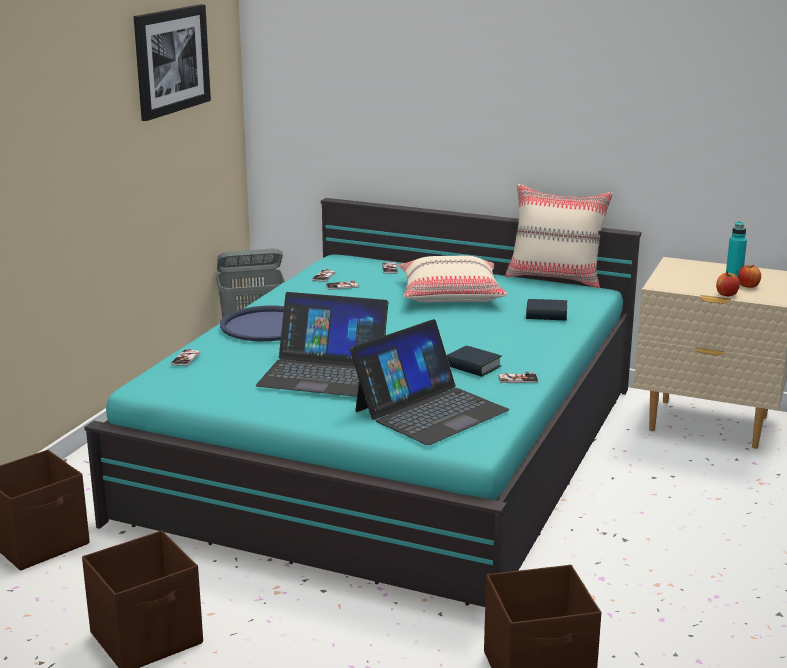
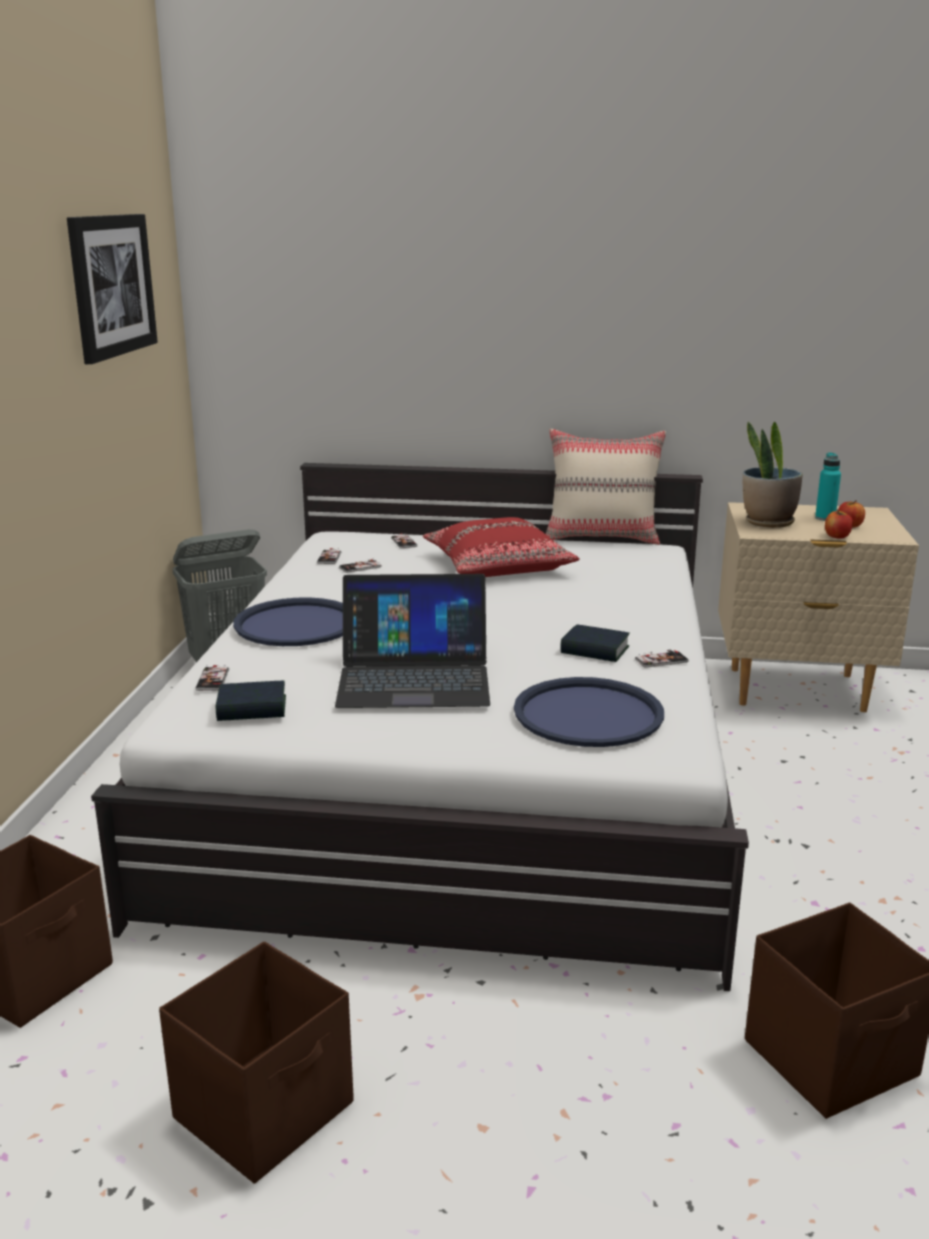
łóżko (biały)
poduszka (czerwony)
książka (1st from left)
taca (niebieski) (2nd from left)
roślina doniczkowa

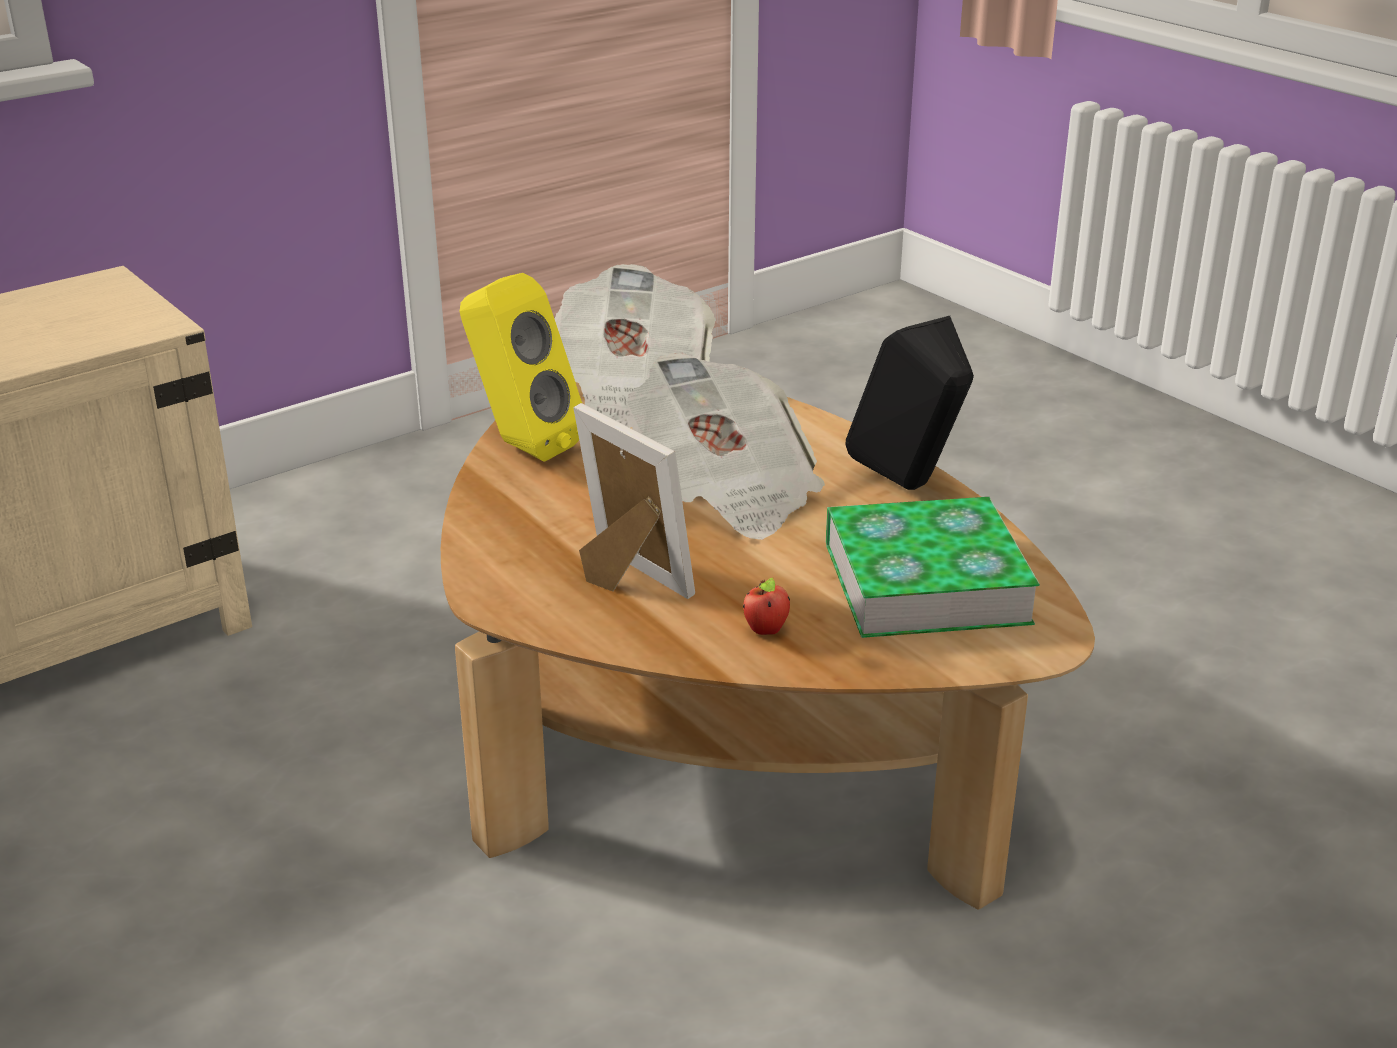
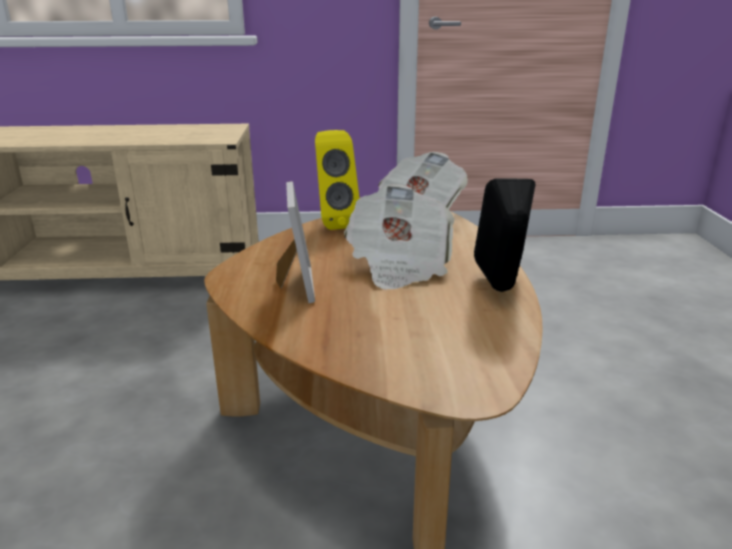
książka
jabłko

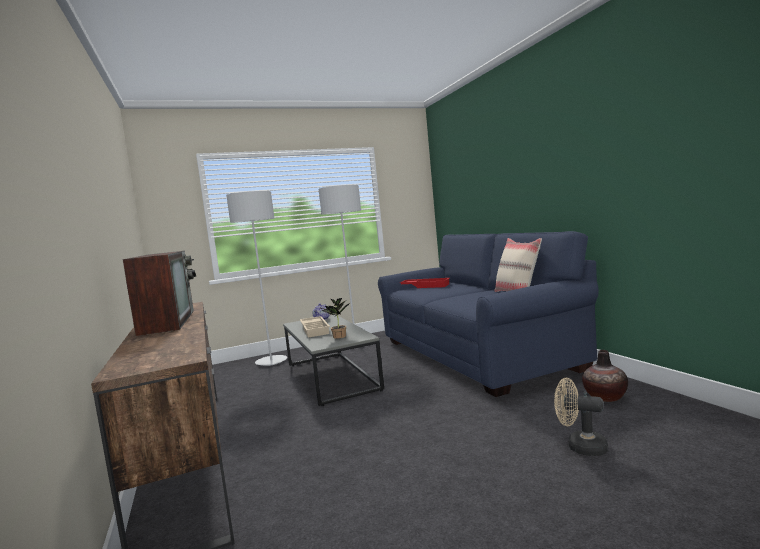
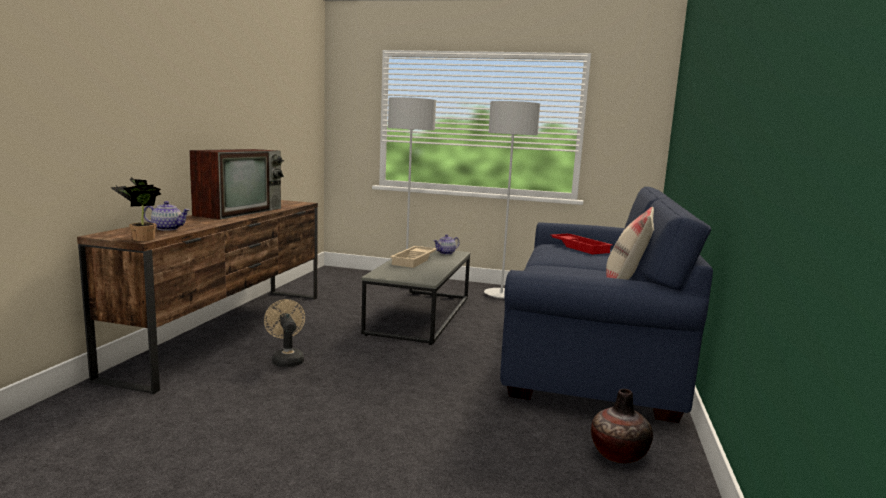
roślina doniczkowa
wentylator (beżowy)
imbryk (1st from left)

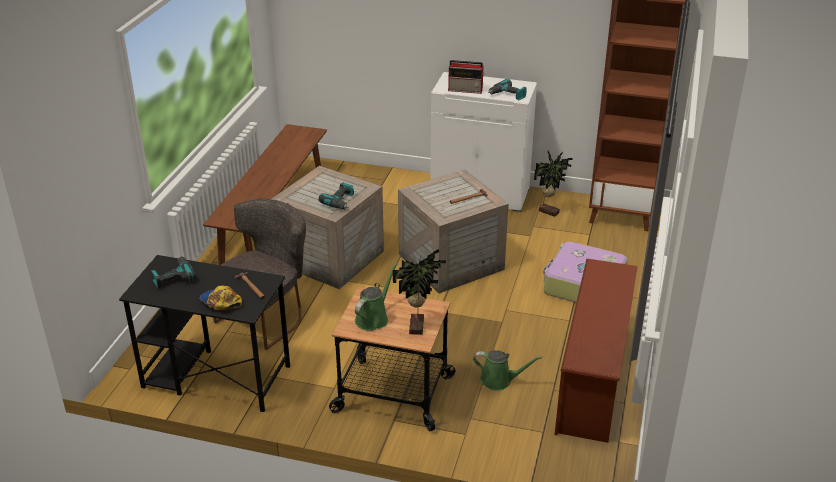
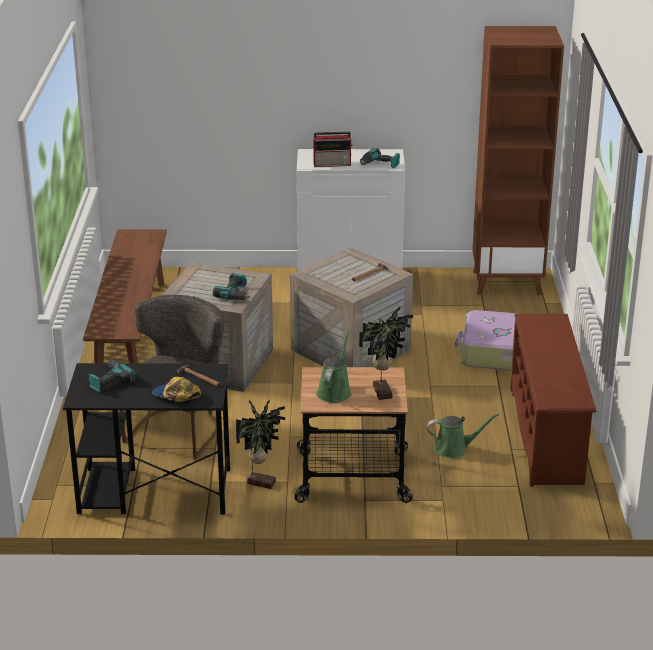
roślina doniczkowa (1st from left)

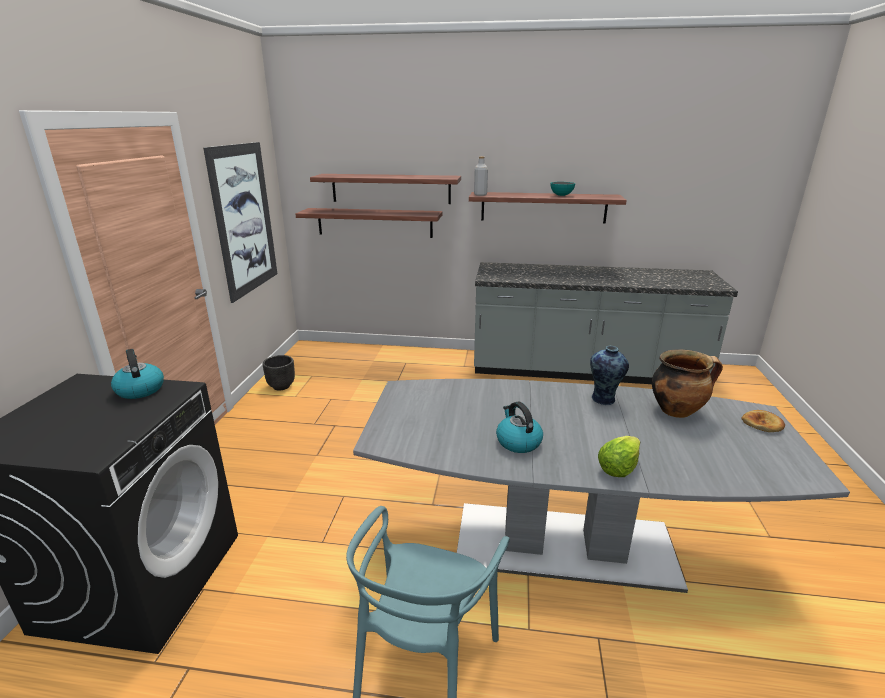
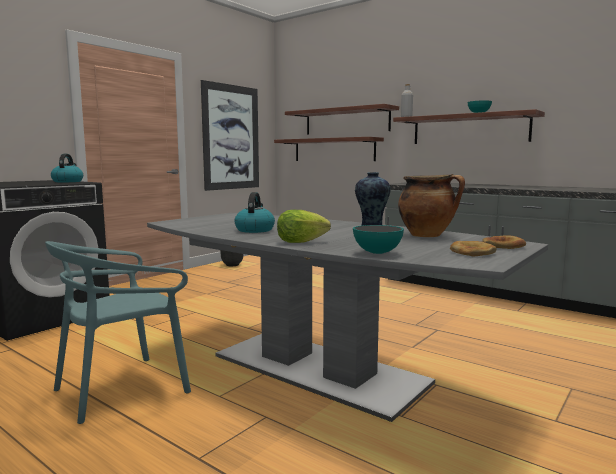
miska (1st from left)
chleb (1st from left)

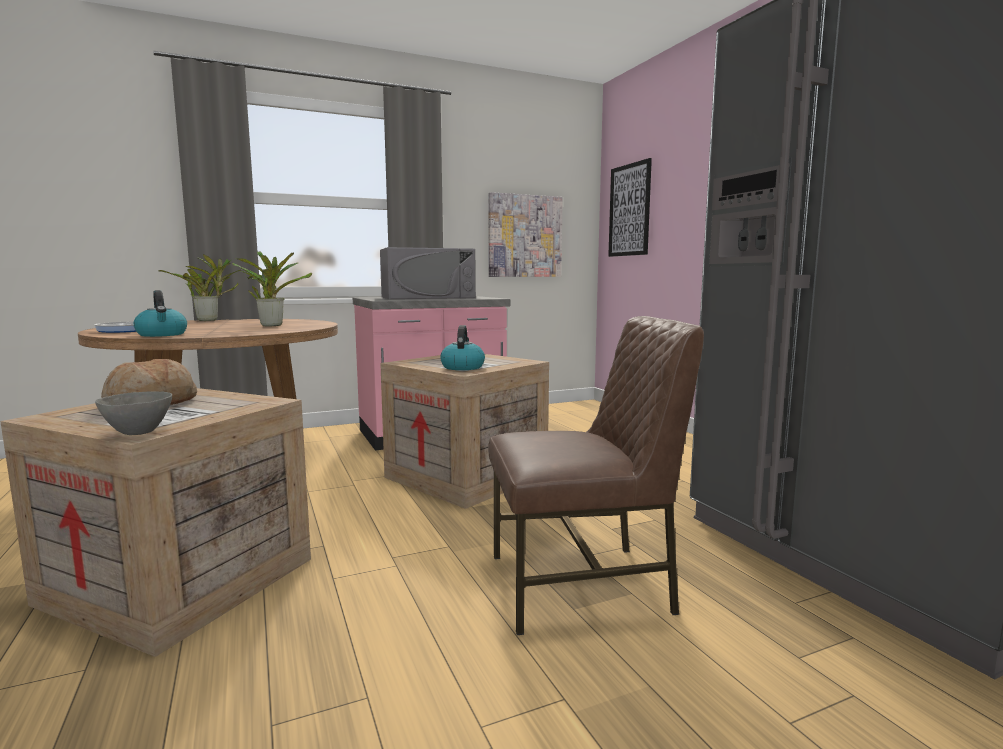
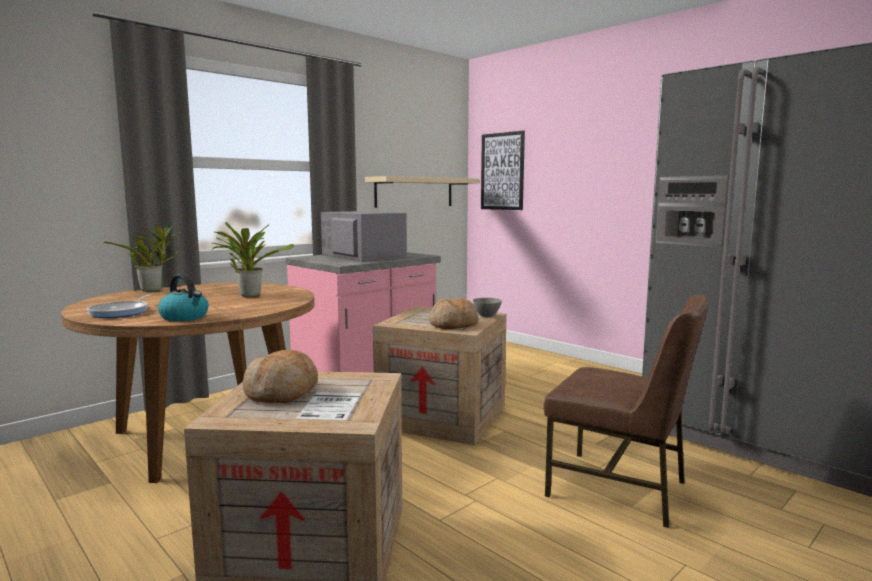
półka (beżowy)
mikrofalówka (szary)
krzesło (brązowy)
chleb (2nd from left)
miska (szary)

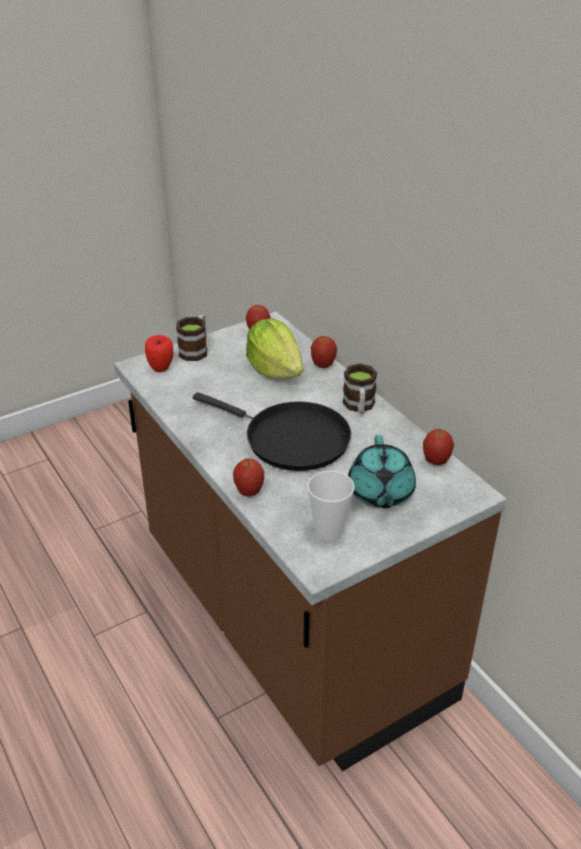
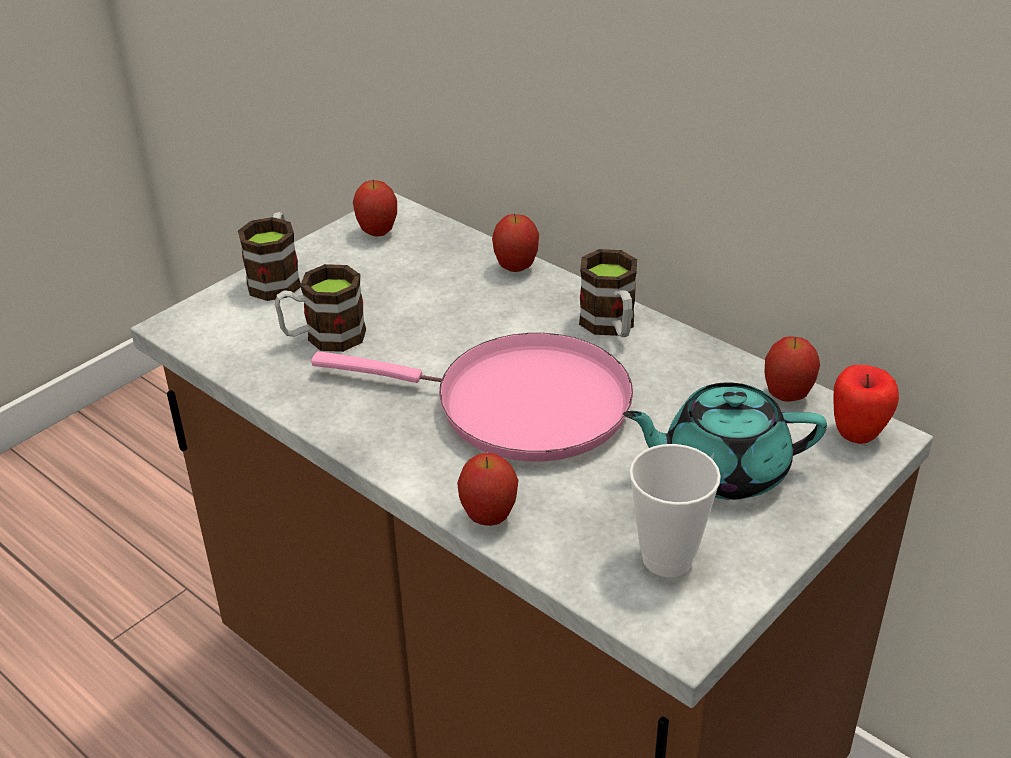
sałata
jabłko (5th from left)
patelnia (różowy)
imbryk (turkusowy)
kubek (2nd from left)

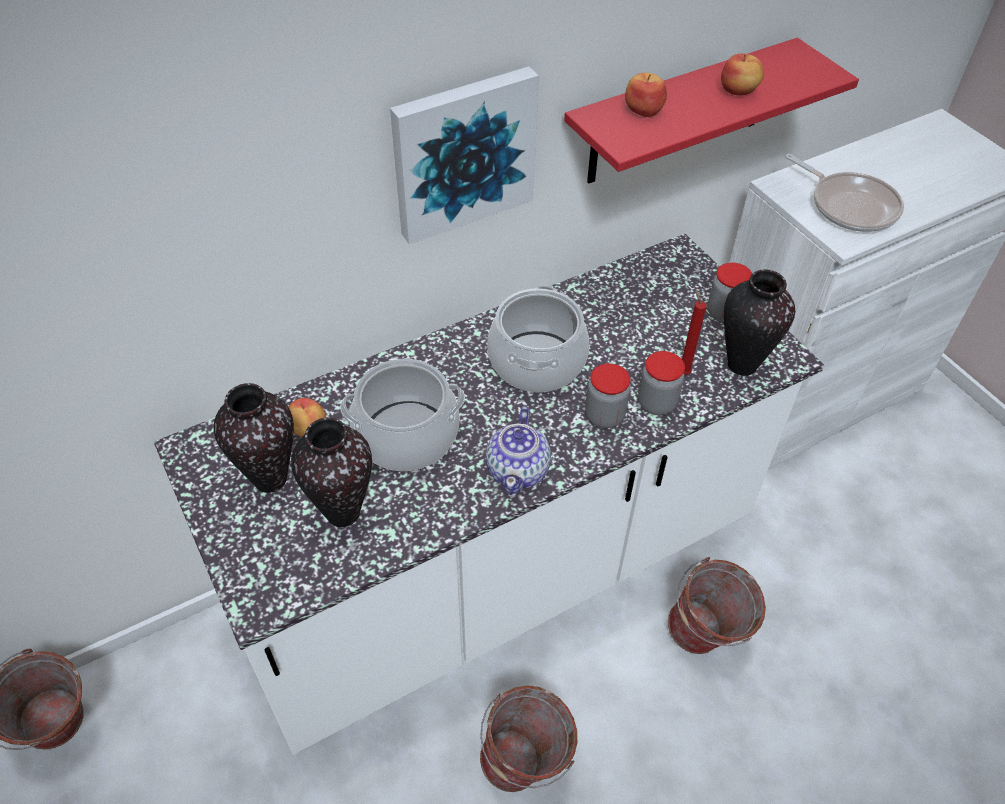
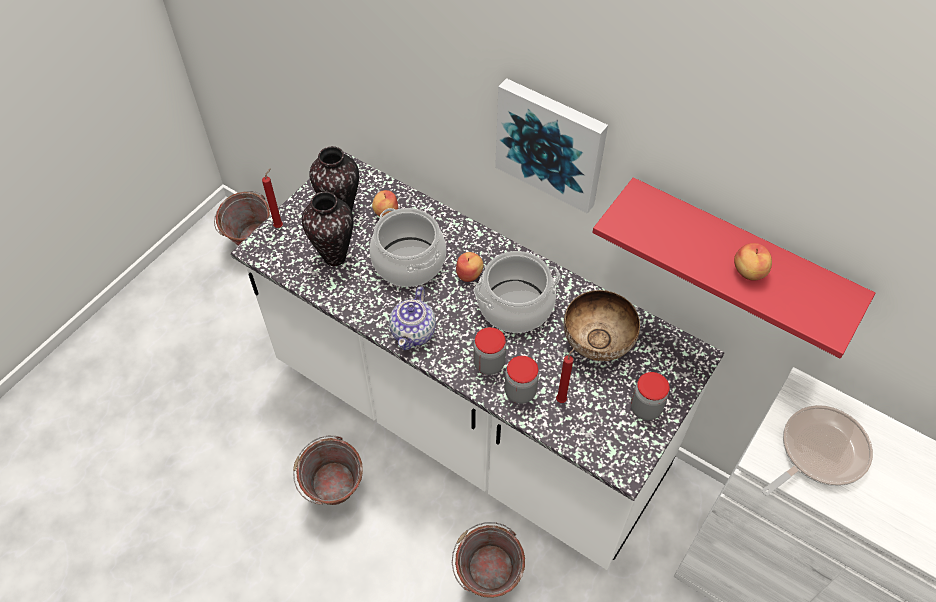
jabłko (2nd from left)
patelnia
wazon (3rd from left in the first image)
imbryk
świeca (czerwony) (1st from left)
miska

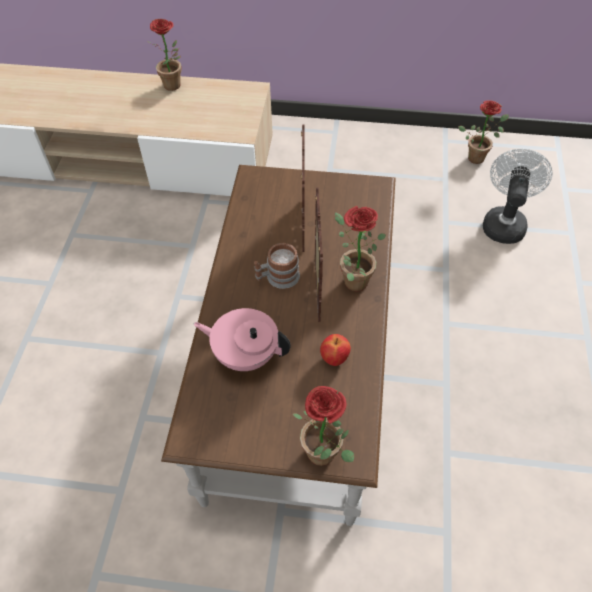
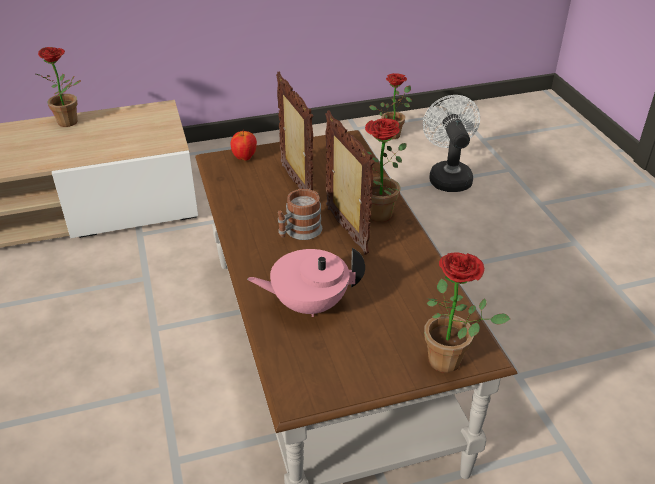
jabłko

